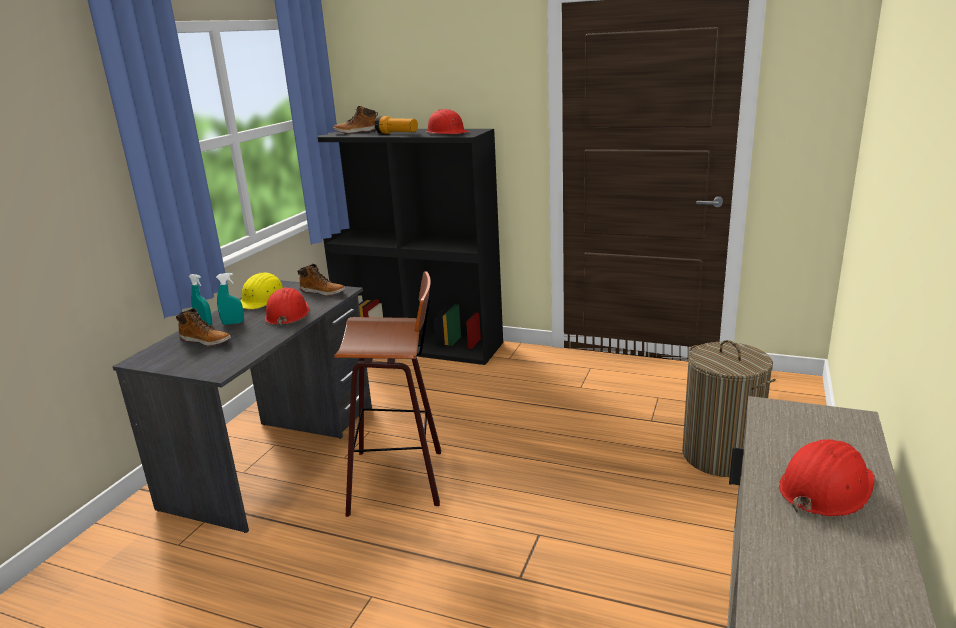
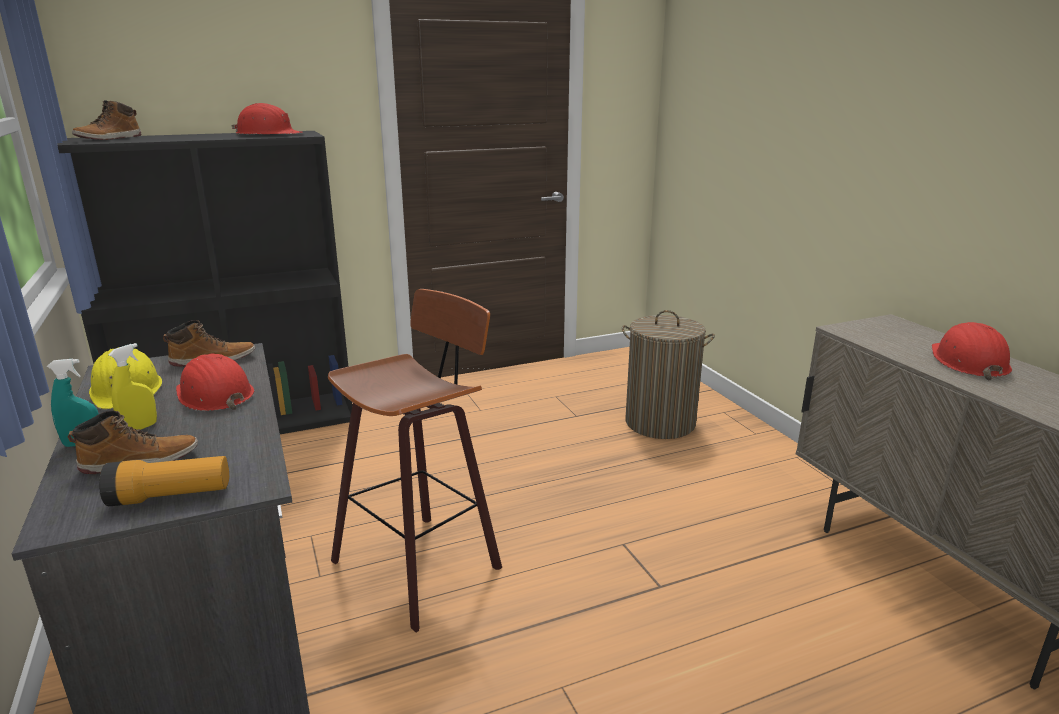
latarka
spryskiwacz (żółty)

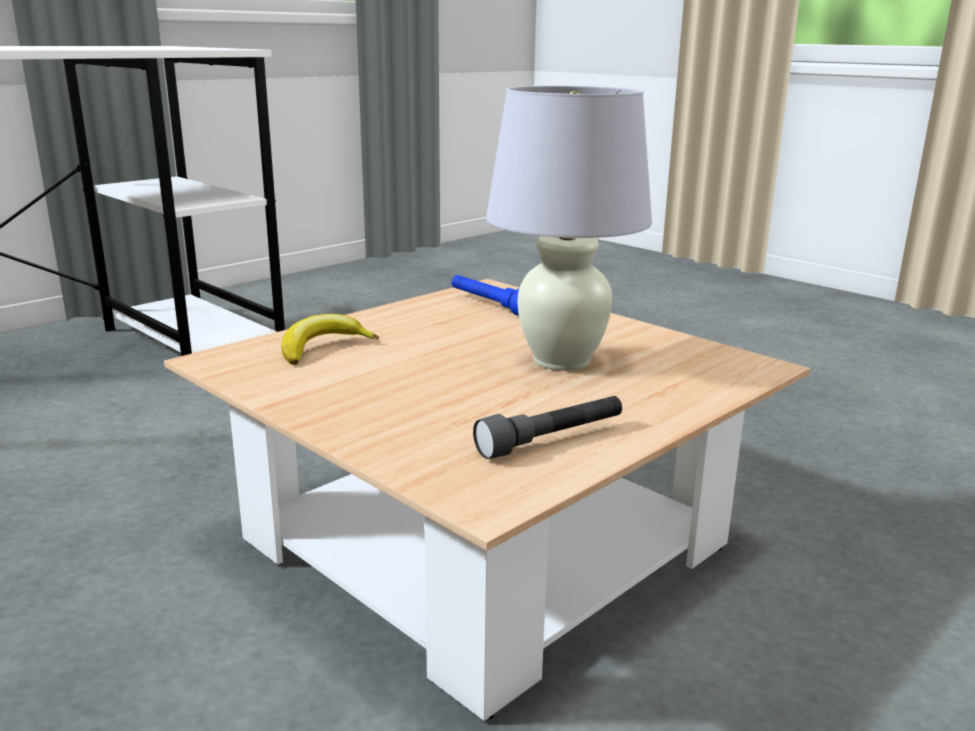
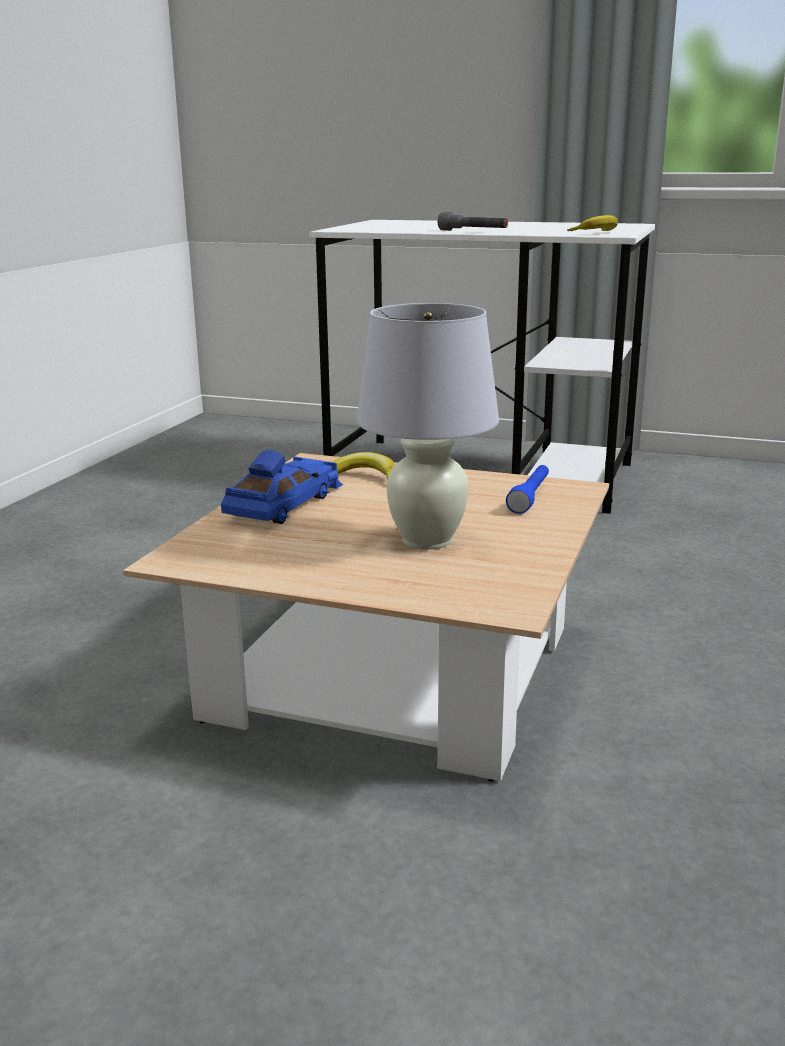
latarka (szary)
banan (2nd from left)
samochodzik (niebieski)

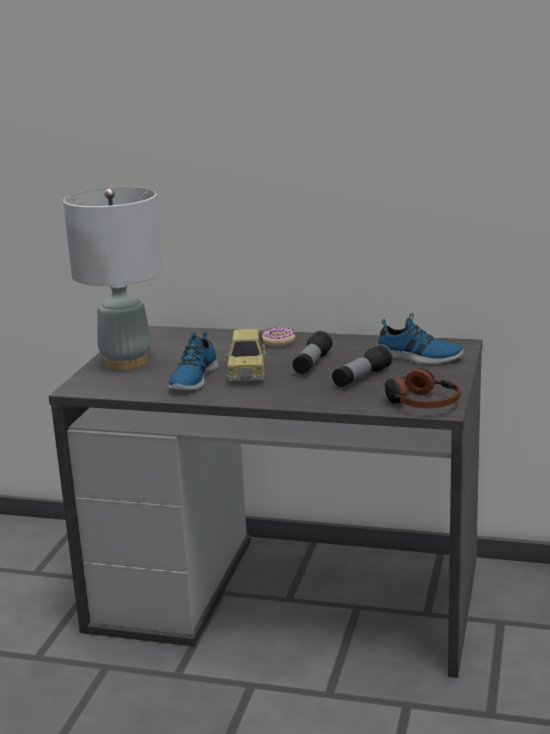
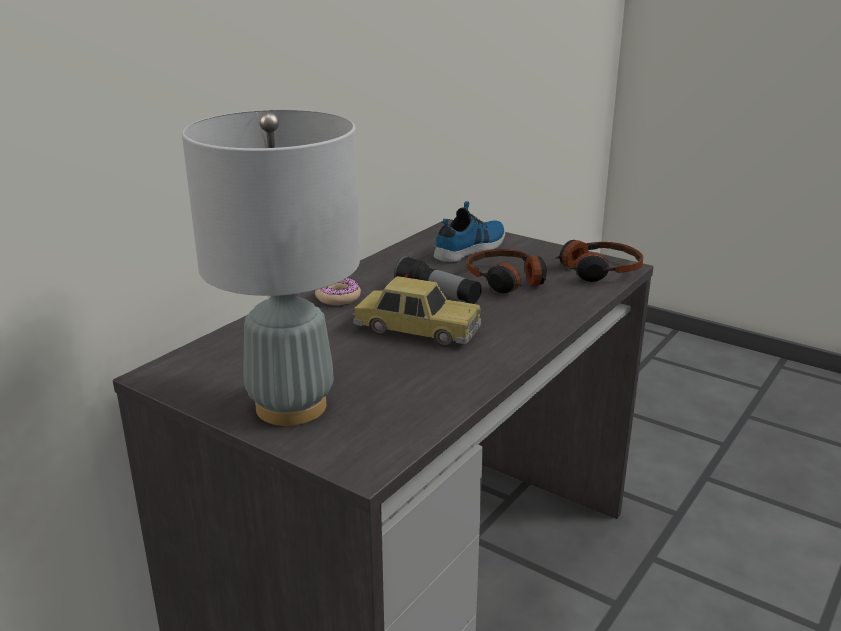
but (1st from left in the first image)
słuchawki (1st from left)

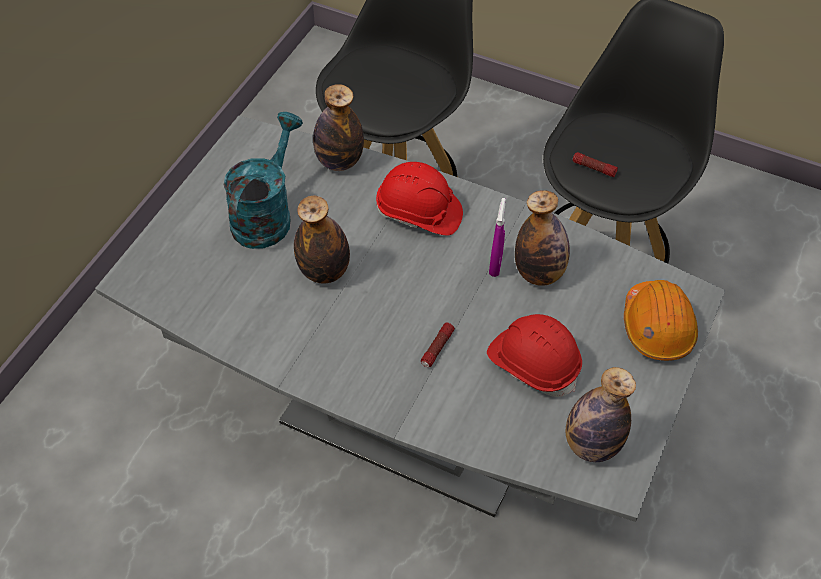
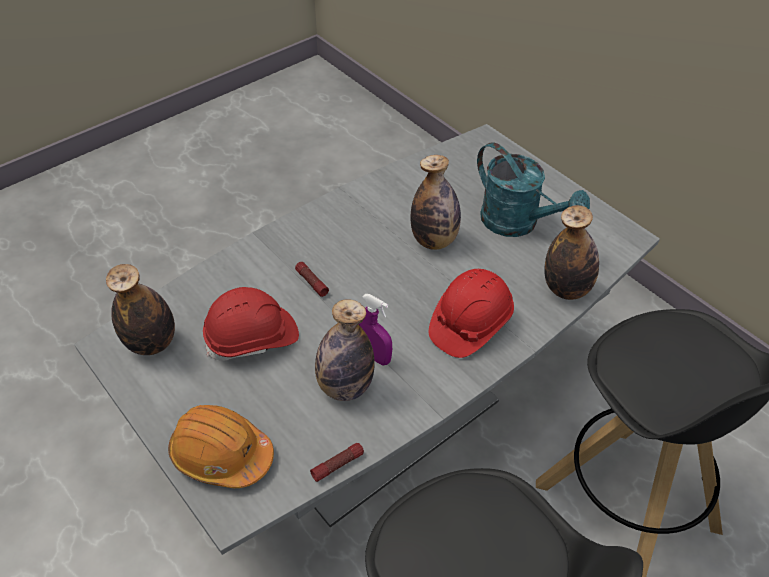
latarka (2nd from left)

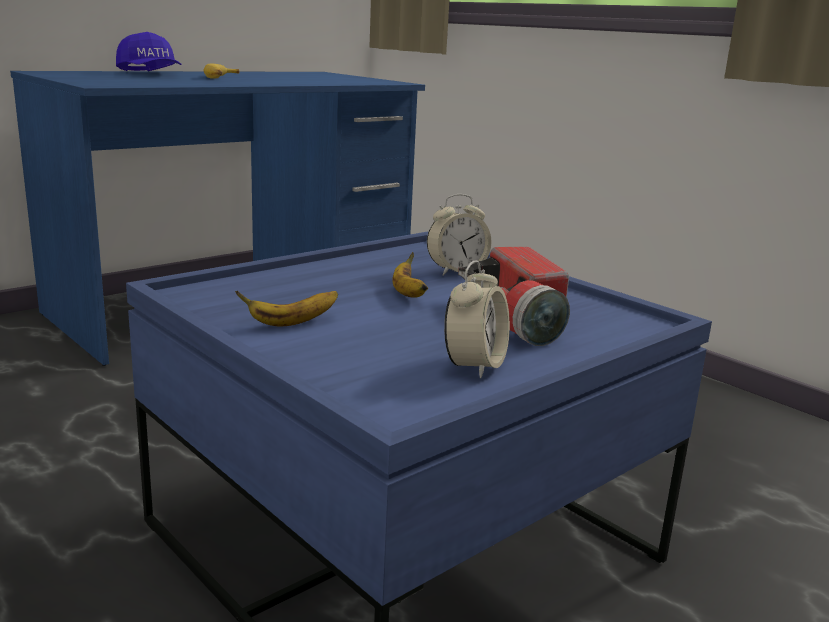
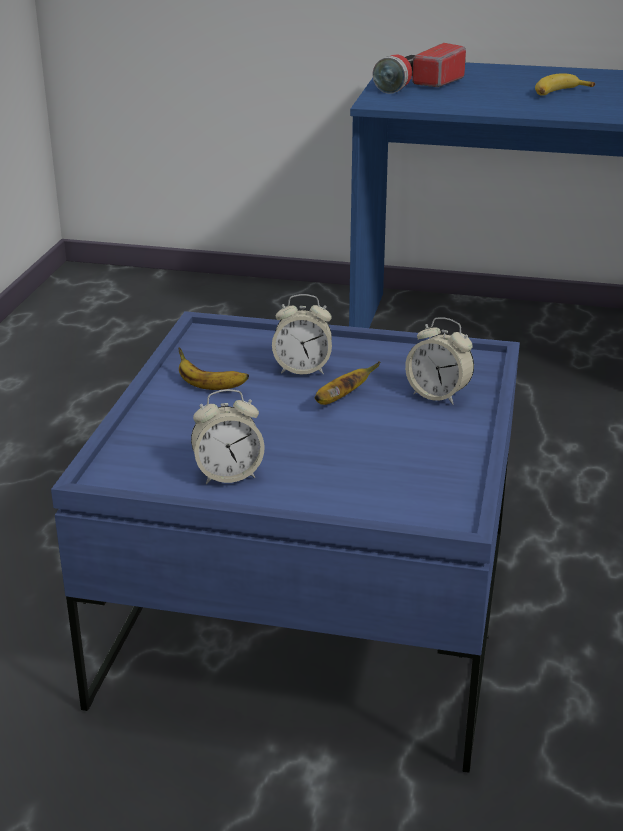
czapka z daszkiem (niebieski)
latarka
budzik (2nd from left)

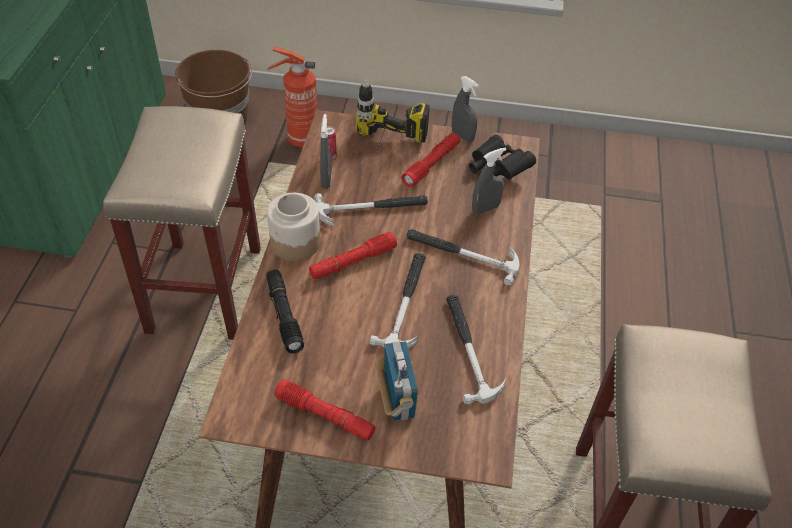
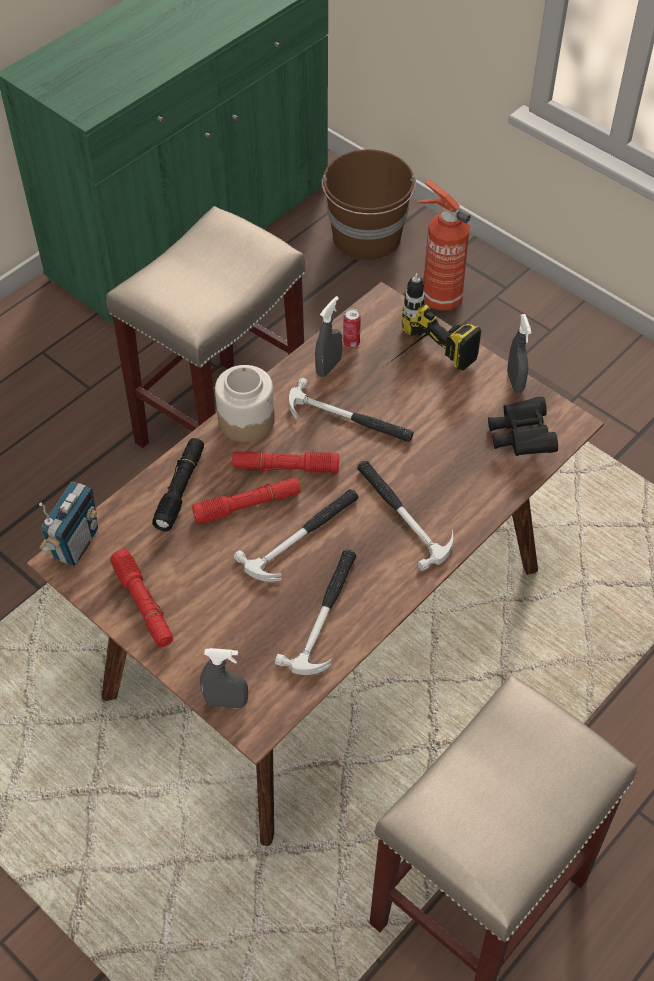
latarka (czerwony) (2nd from left)
spryskiwacz (szary) (1st from left)
radio

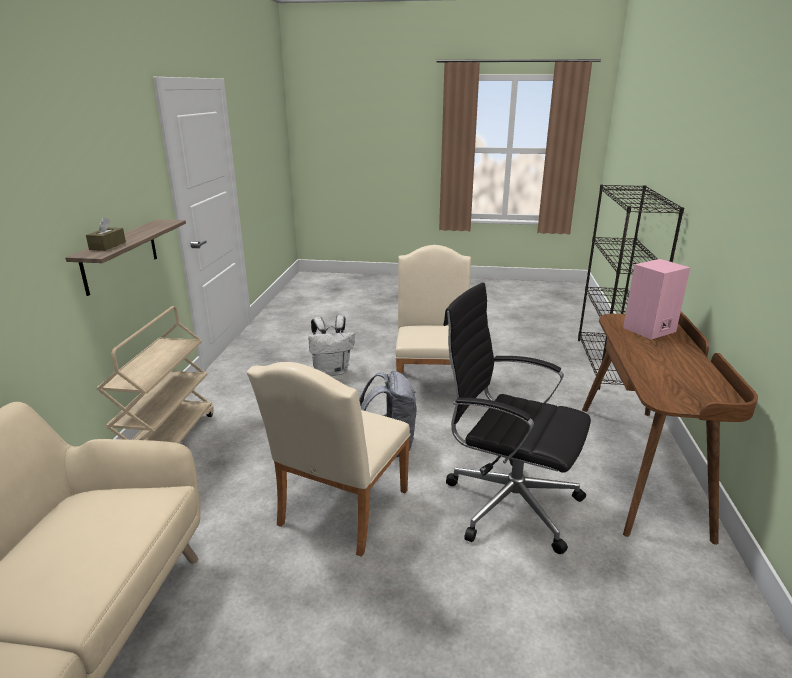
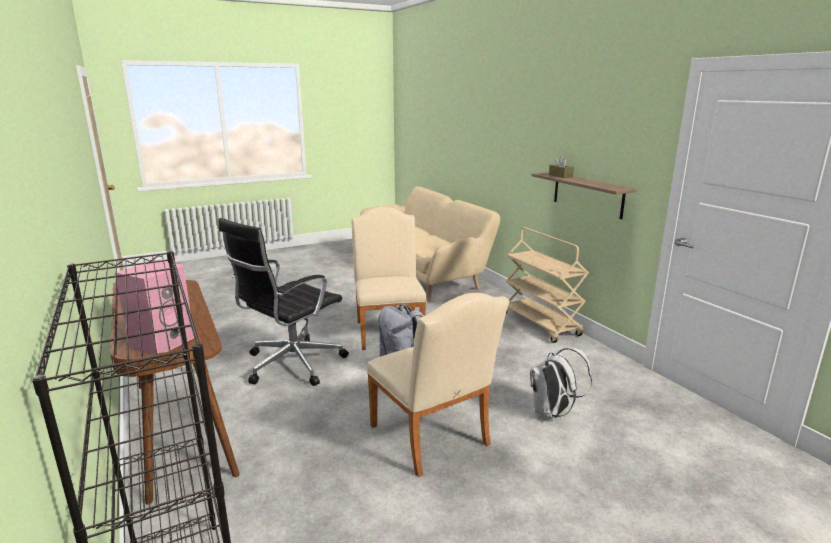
krzesło biurowe (czarny)

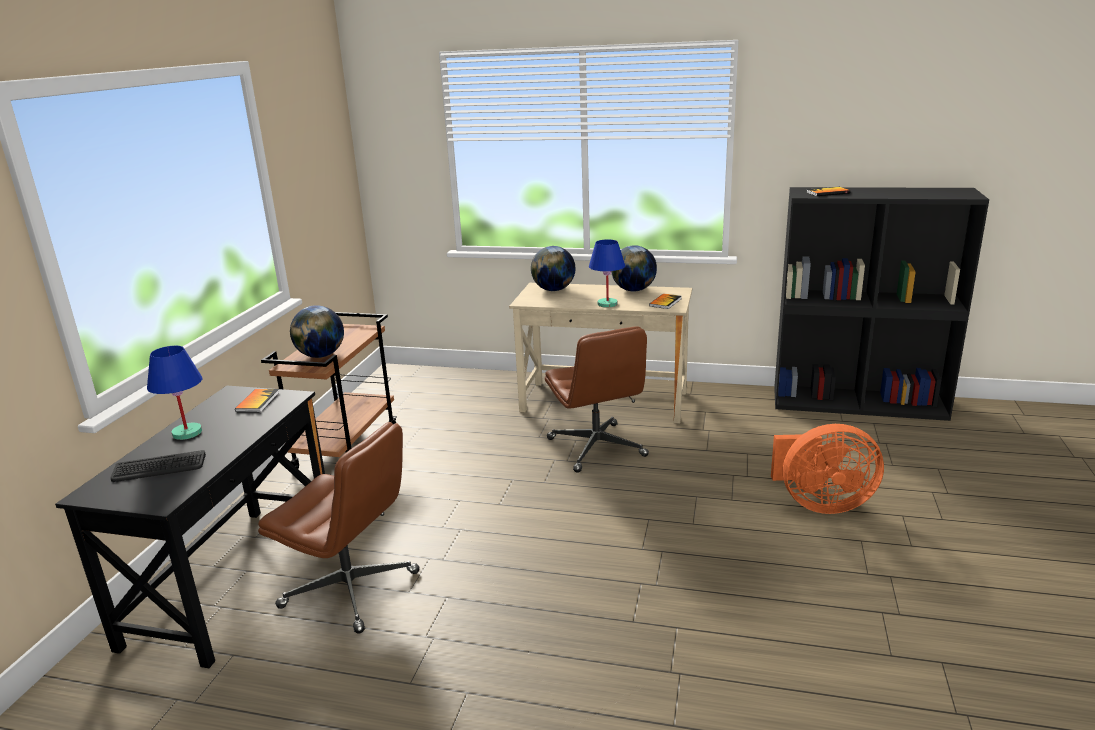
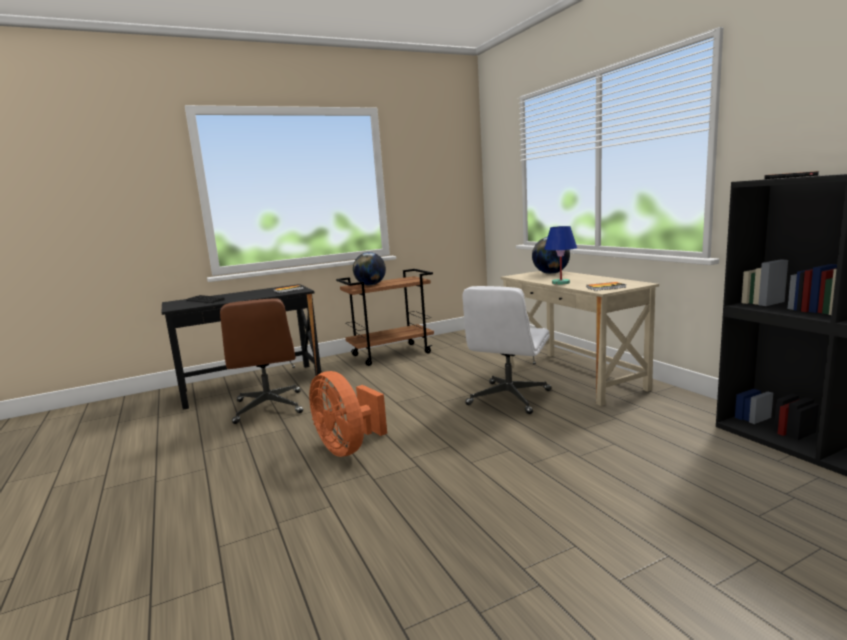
globus (3rd from left in the first image)
krzesło biurowe (biały)
lampa stołowa (niebieski) (1st from left in the first image)
wentylator (pomarańczowy)

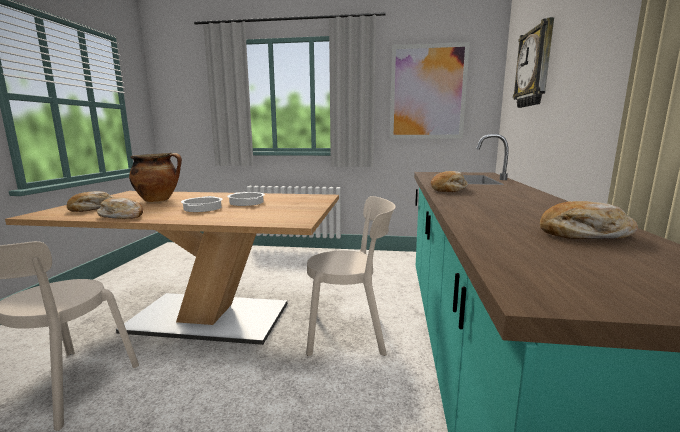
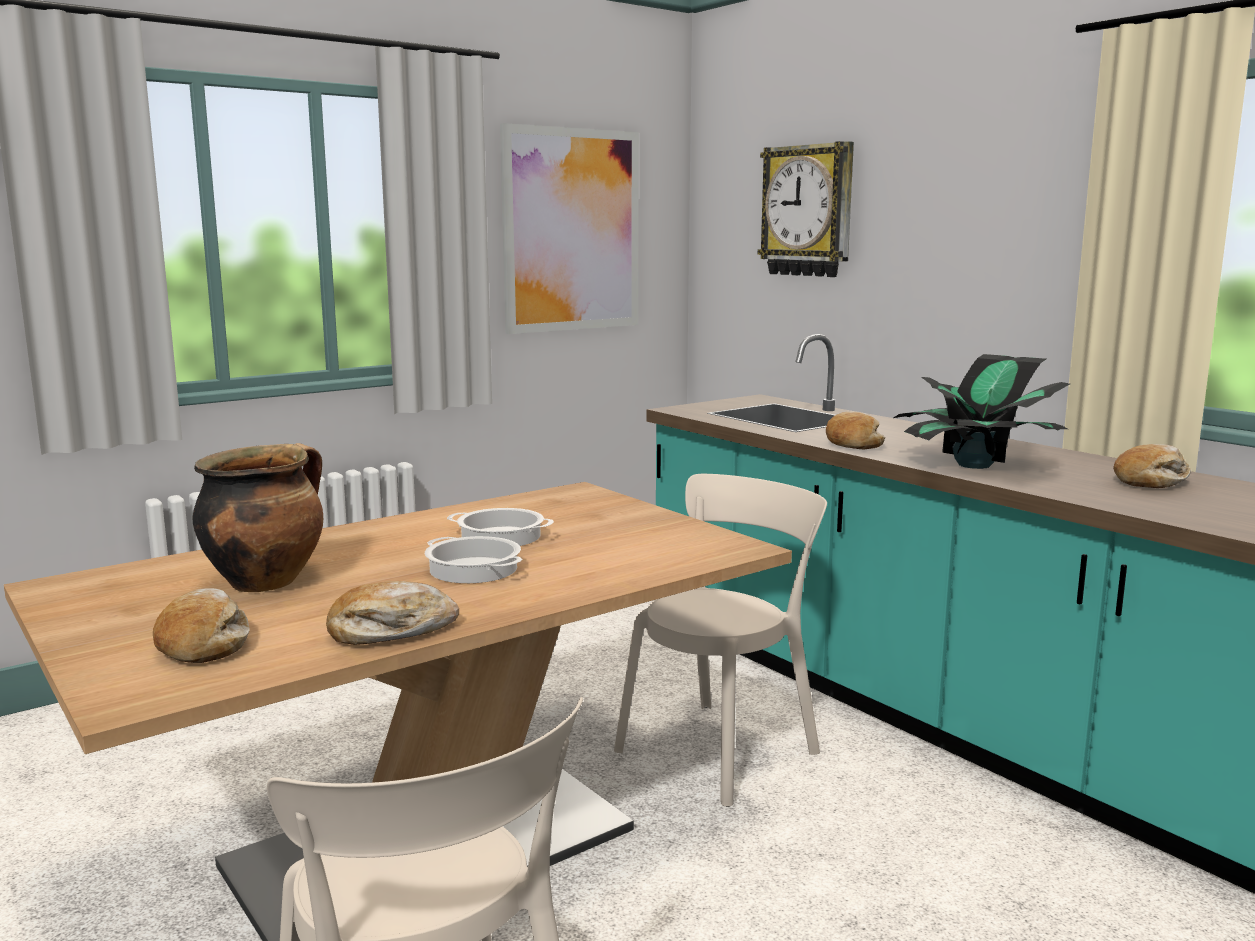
roślina doniczkowa

